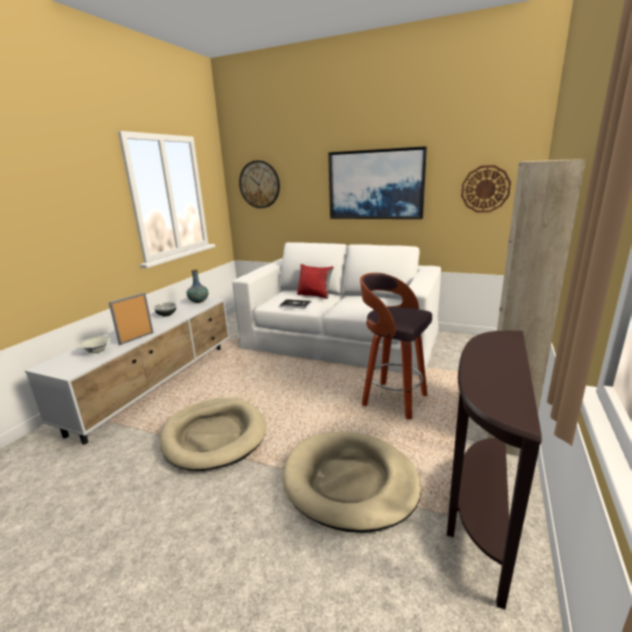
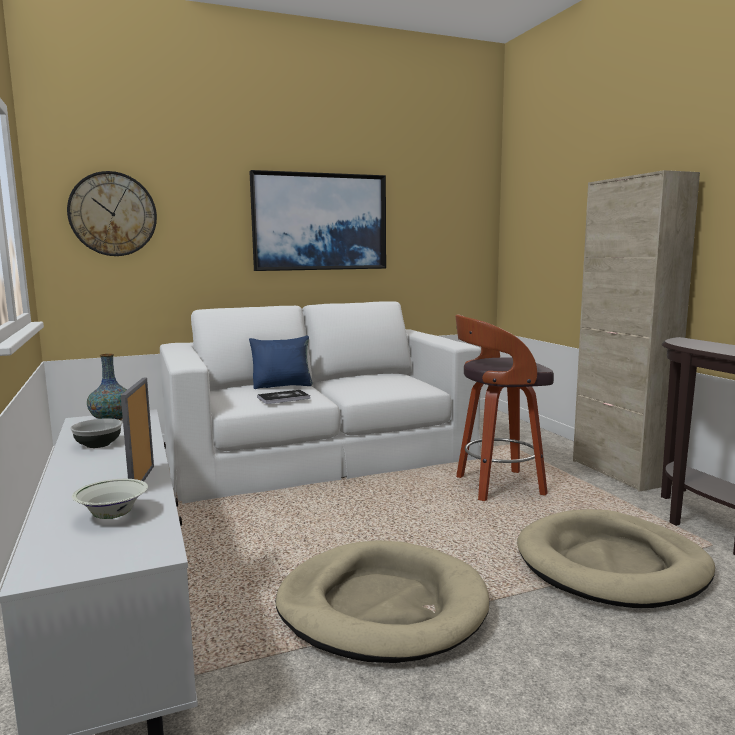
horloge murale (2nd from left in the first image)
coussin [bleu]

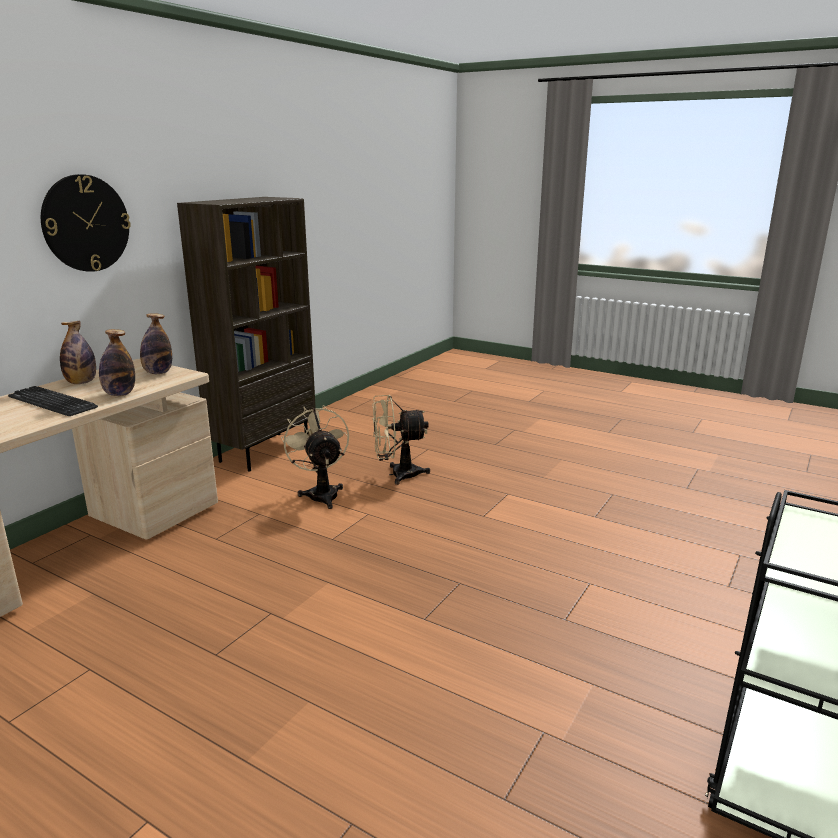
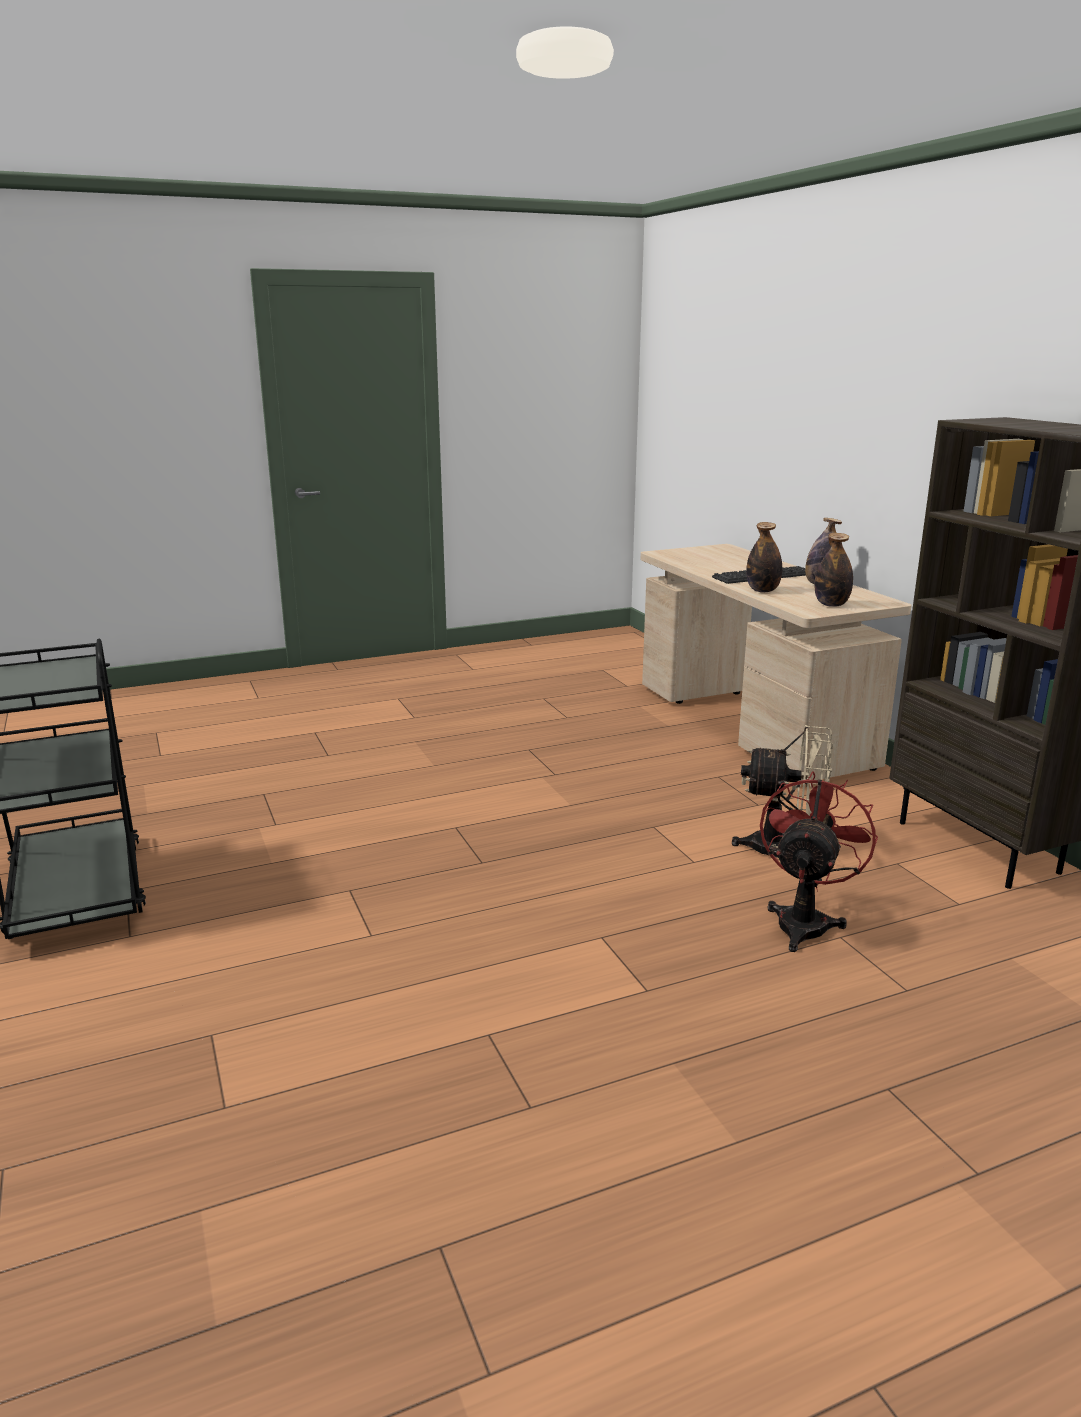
horloge murale
ventilateur [rouge]

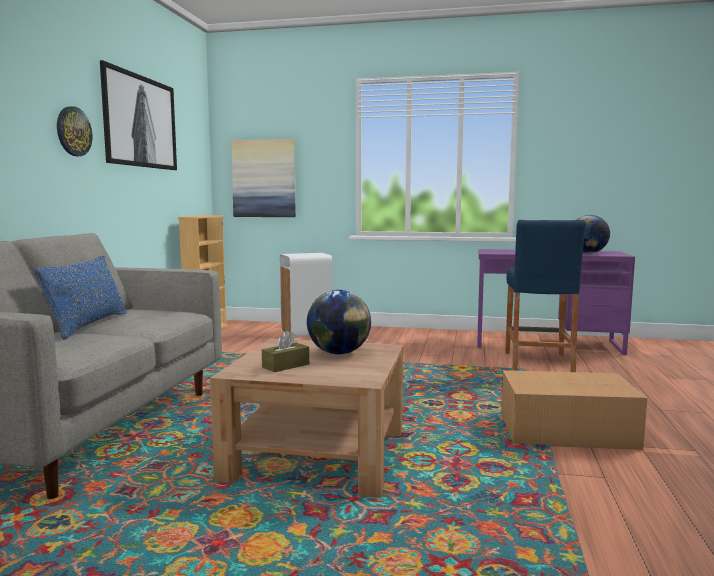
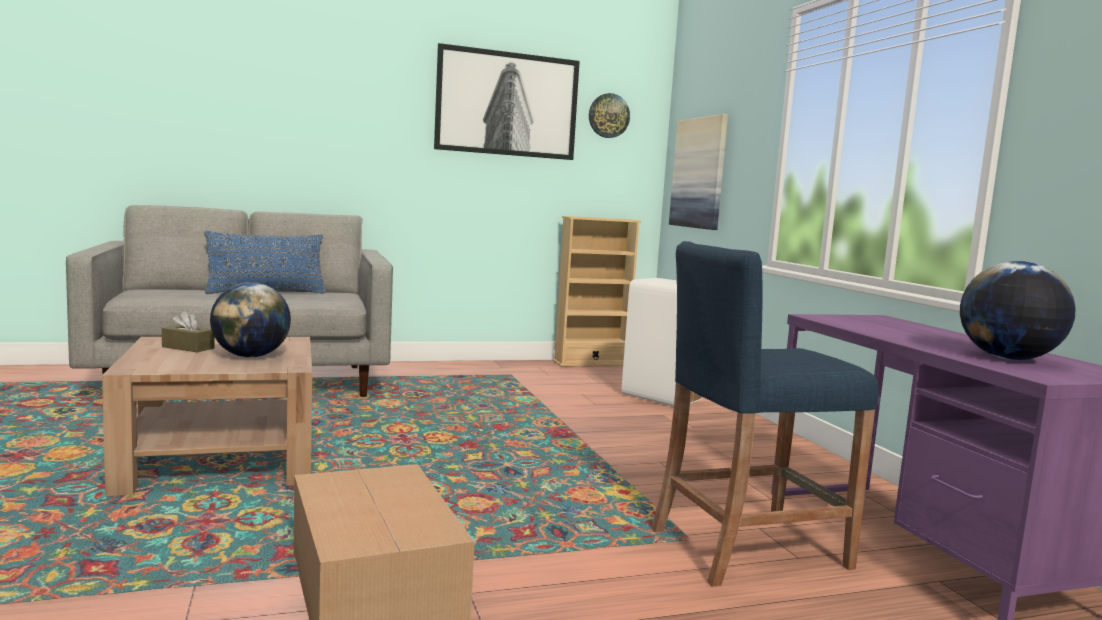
horloge murale

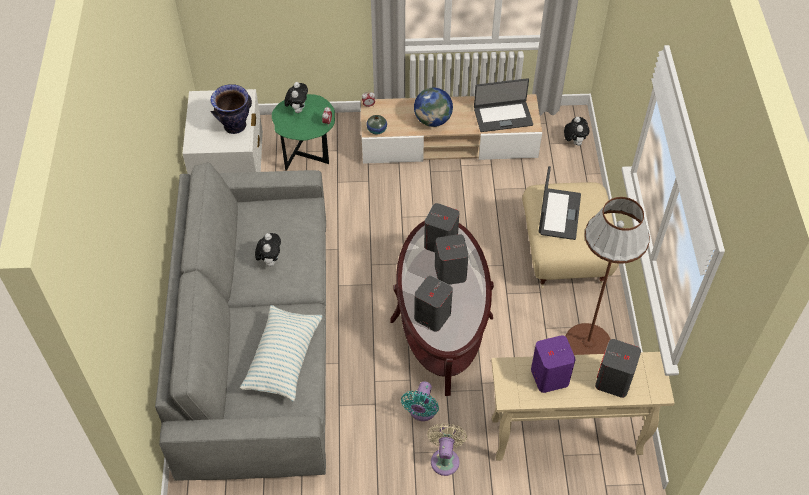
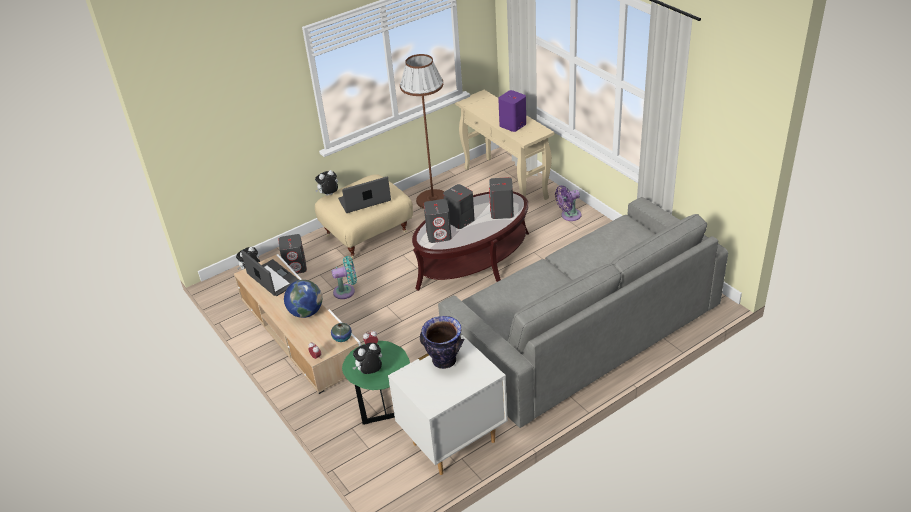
peluche (2nd from left)
coussin
enceinte [gris] (1st from left)
ventilateur [turquoise]
ventilateur [violet]

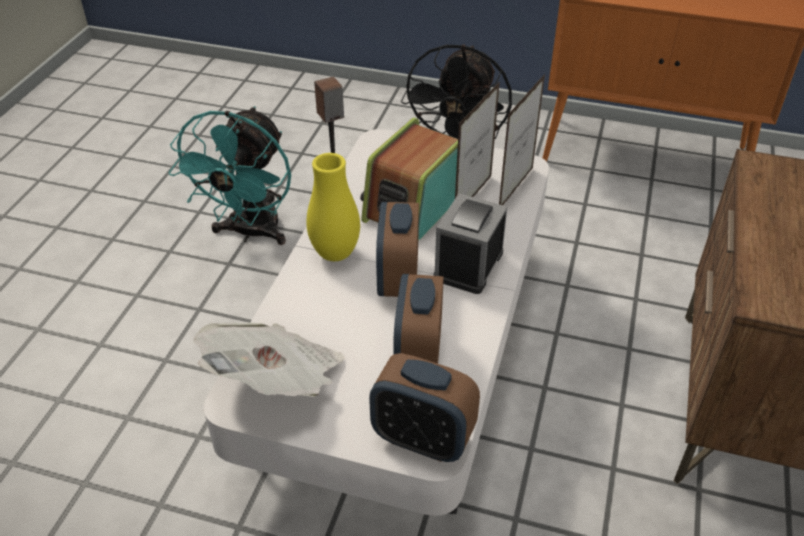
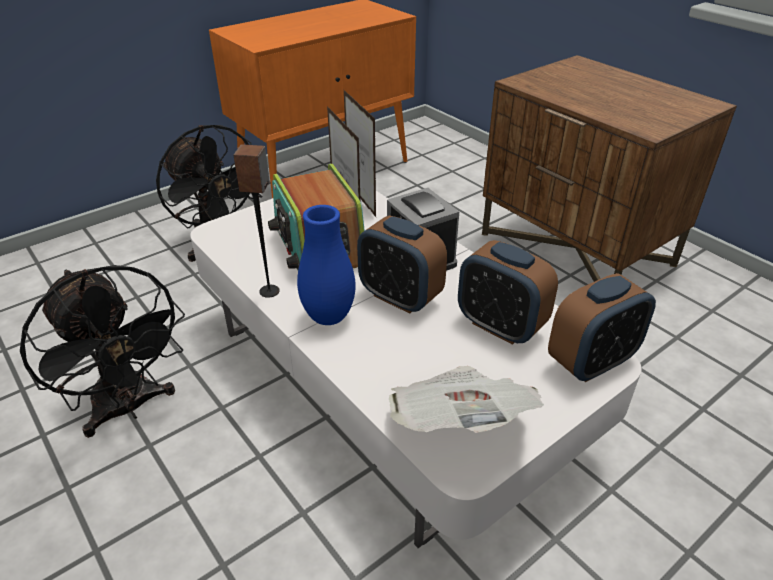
ventilateur [noir] (1st from left)
vase [bleu]

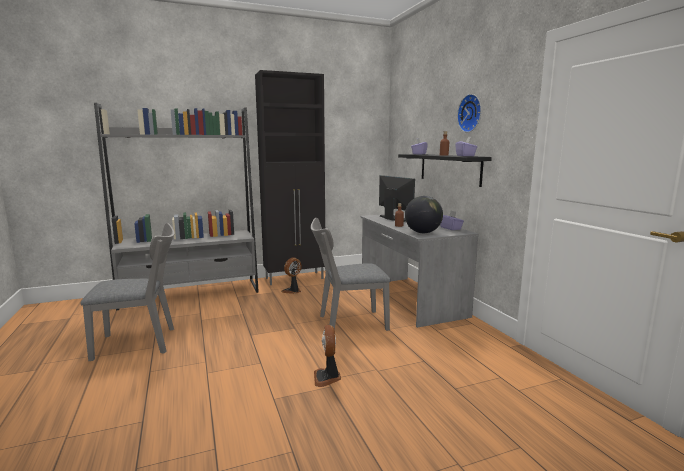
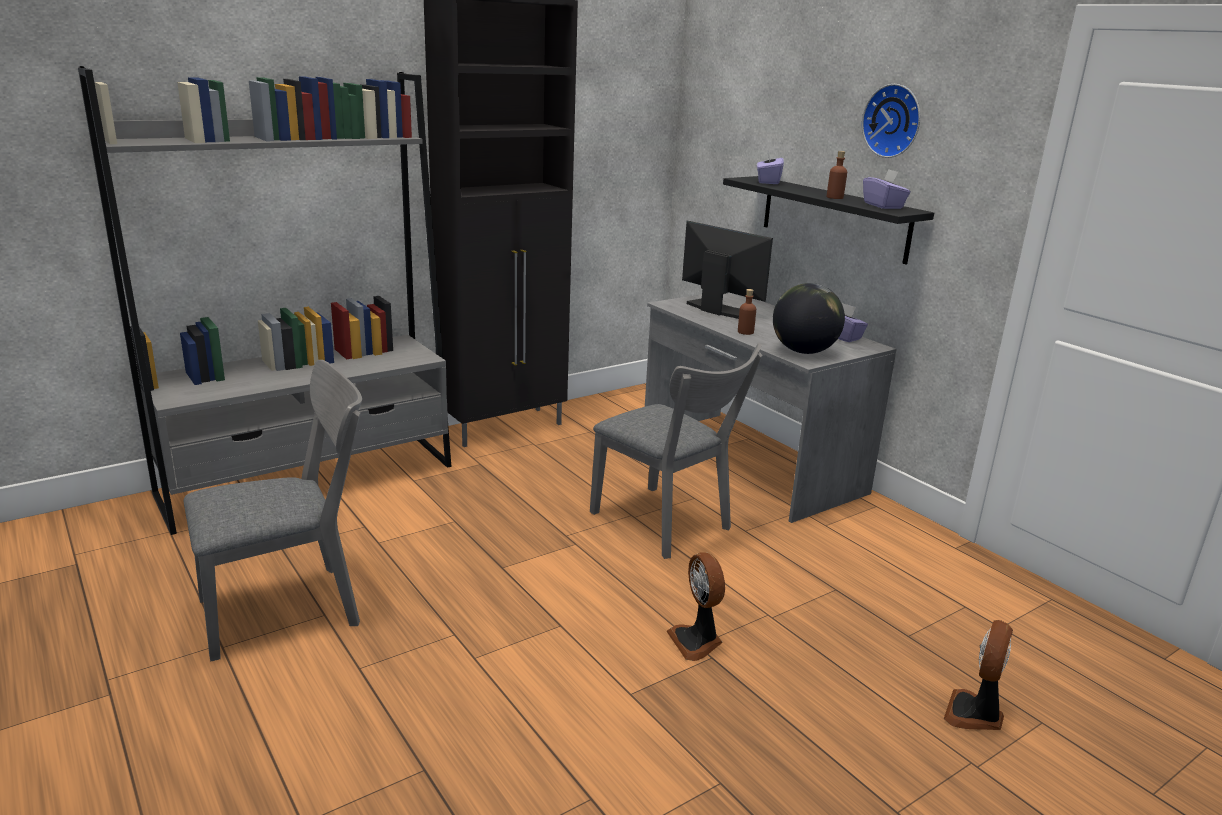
chaise [gris] (2nd from left)
ventilateur (2nd from left)

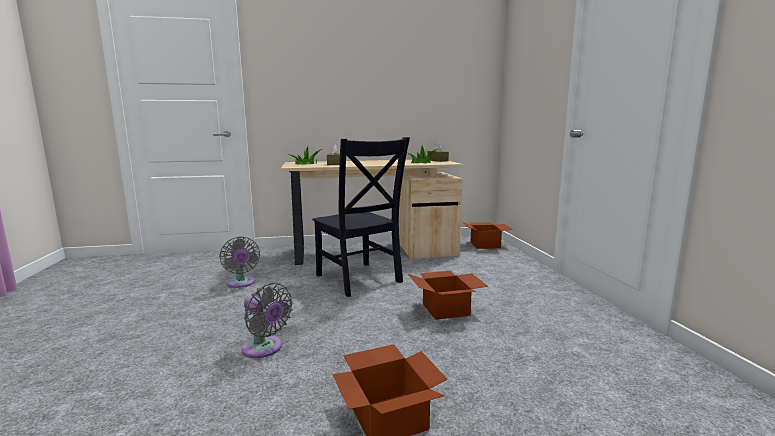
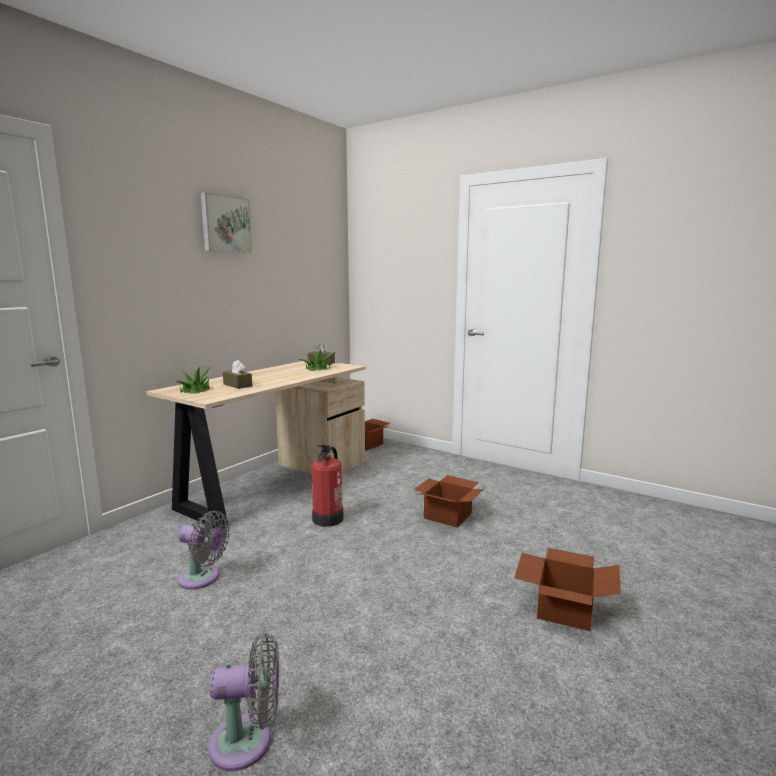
extincteur
ventilateur [gris] (2nd from left)
tableau

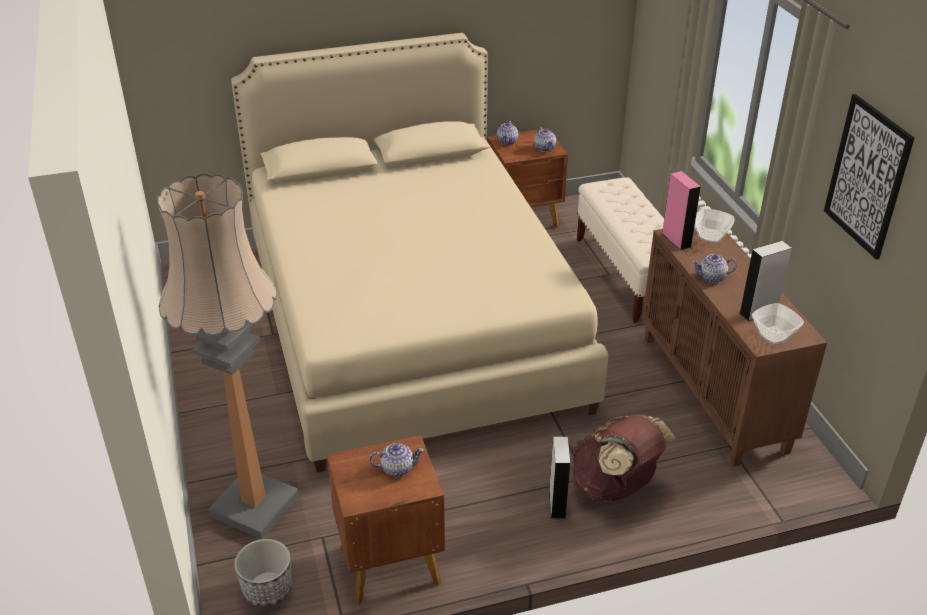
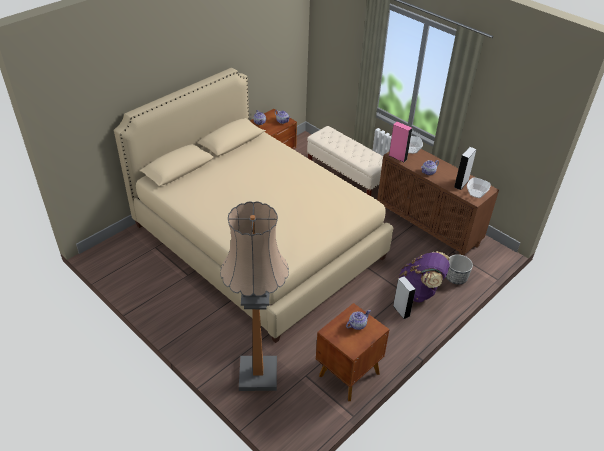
tableau
sac à dos [violet]
cache-pot

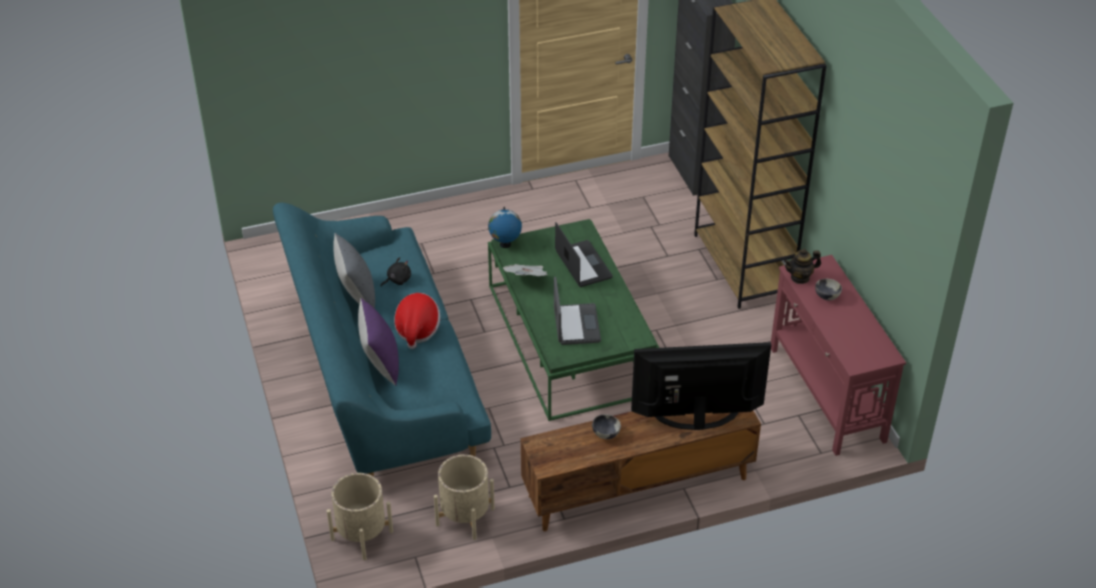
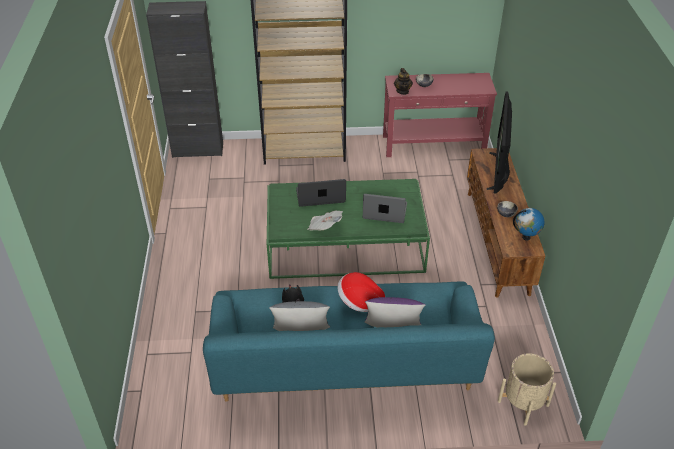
globe
cache-pot [beige] (2nd from left in the first image)

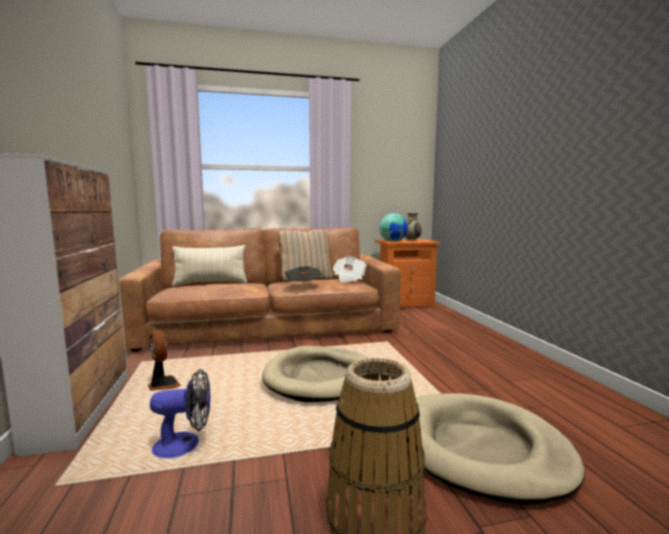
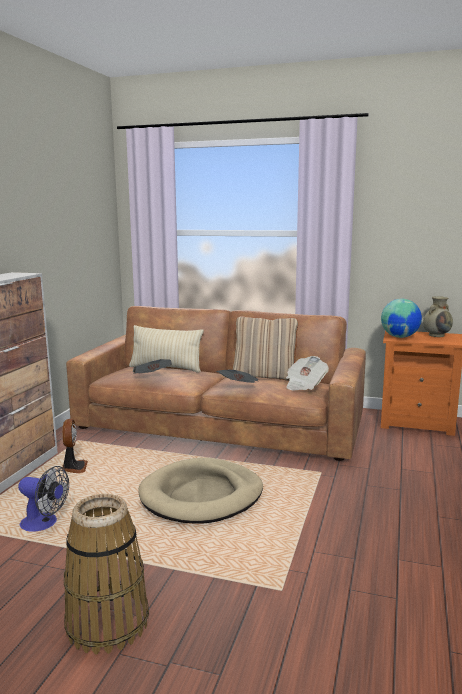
panier pour chien [beige] (2nd from left in the first image)
journal (1st from left)

